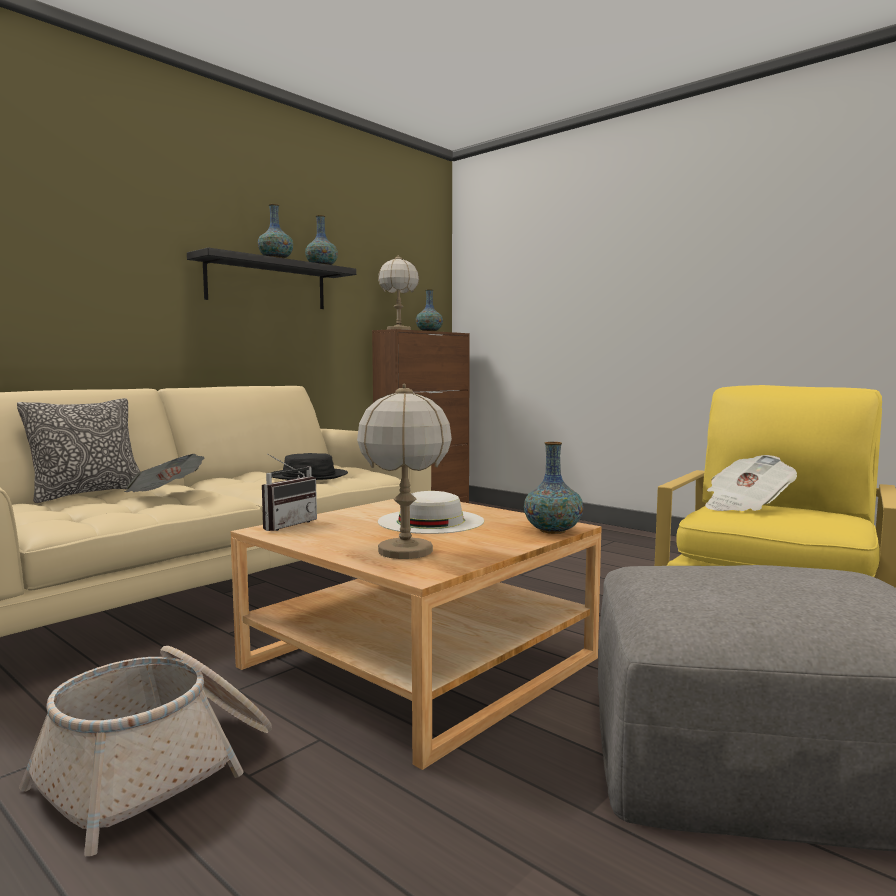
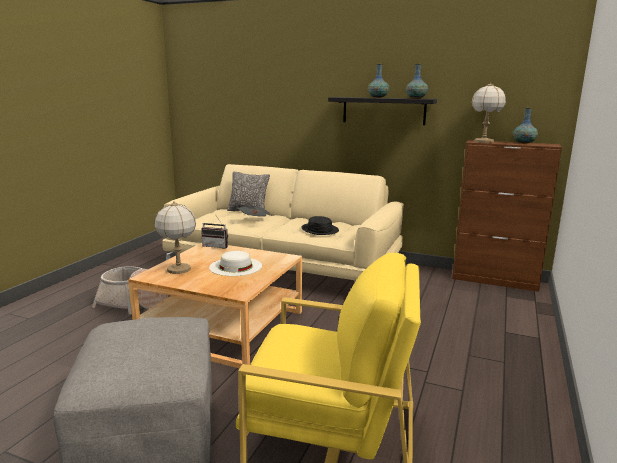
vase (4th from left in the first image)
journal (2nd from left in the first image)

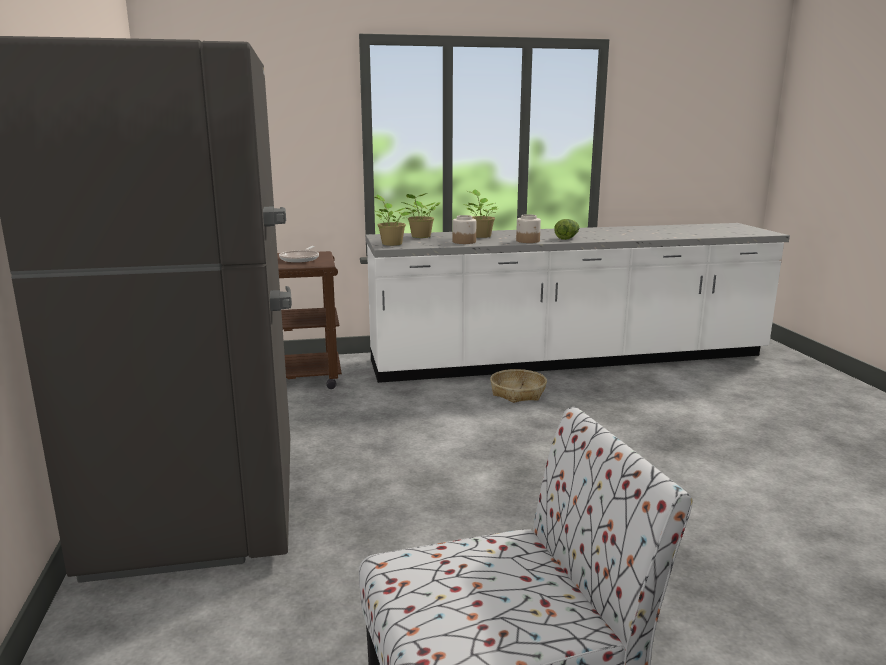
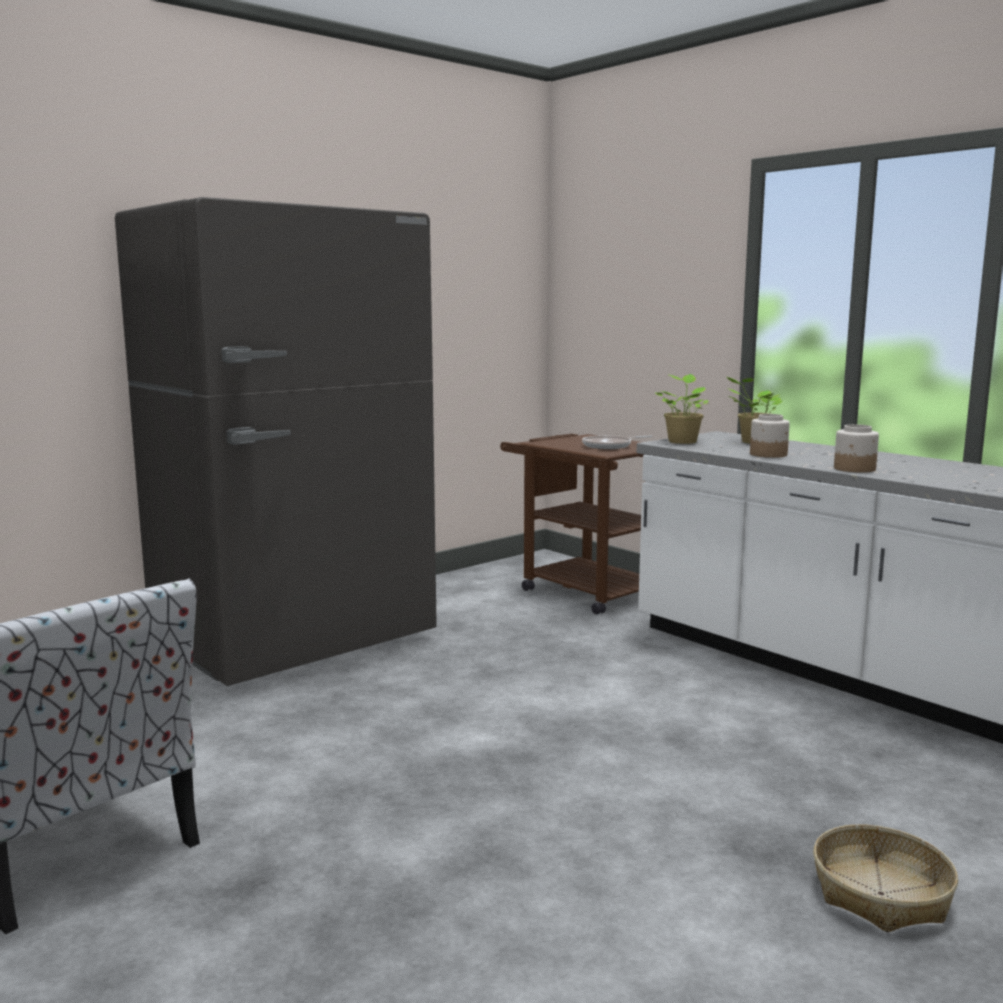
plante en pot (3rd from left in the first image)
laitue
panier

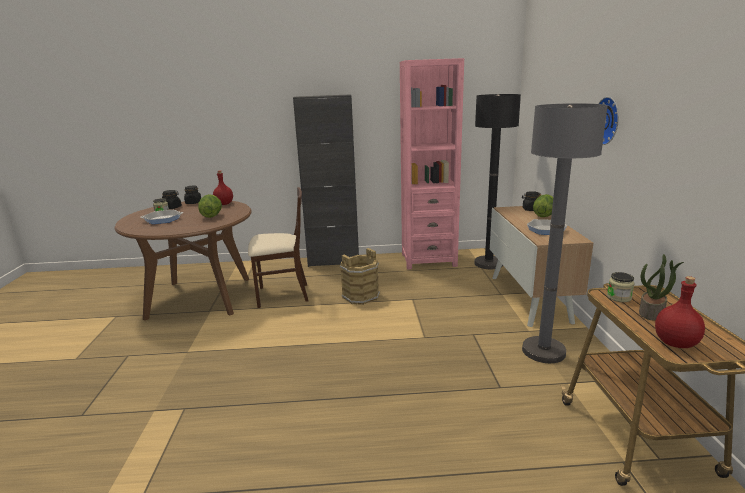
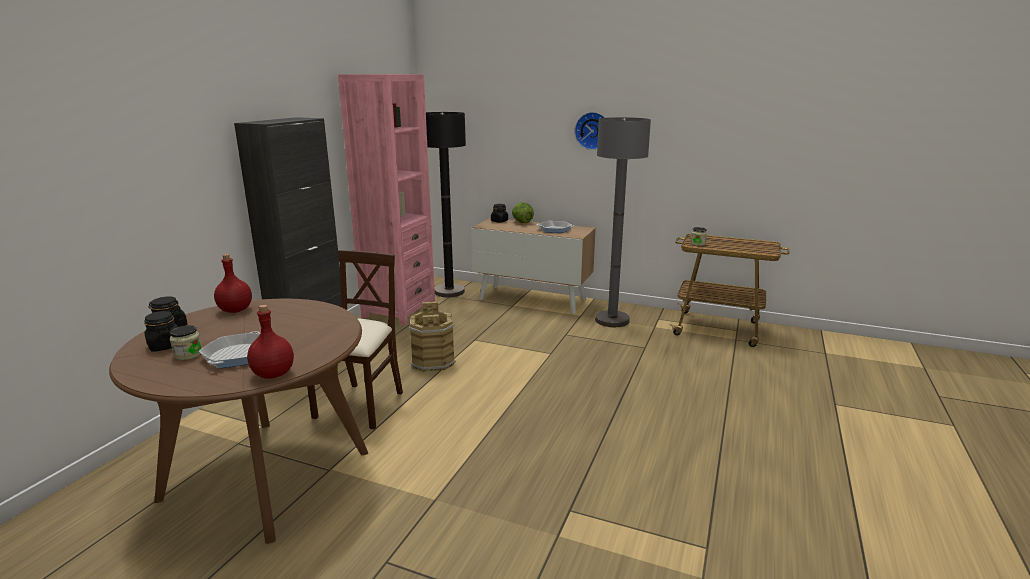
laitue (1st from left in the first image)
plante en pot
bouteille [rouge] (2nd from left)

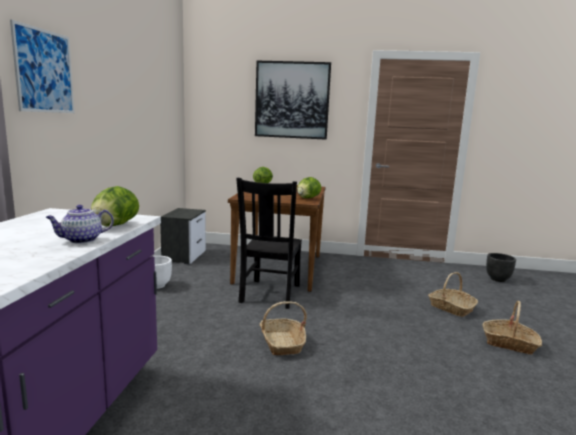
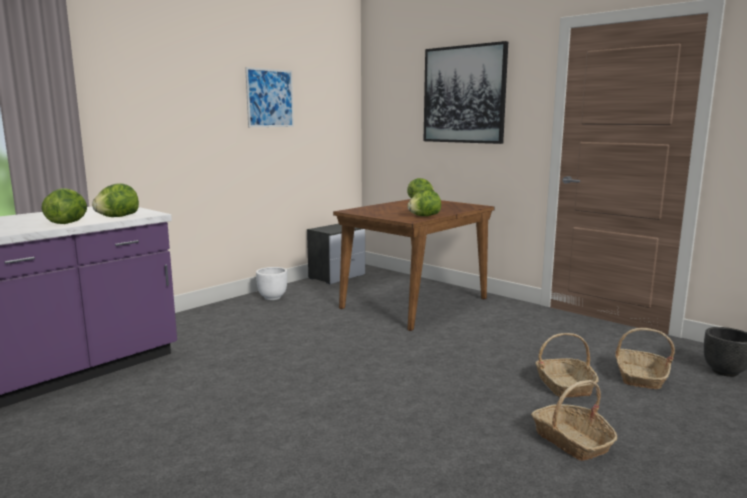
tableau (1st from left)
chaise [noir]
laitue (1st from left)
panier (3rd from left)

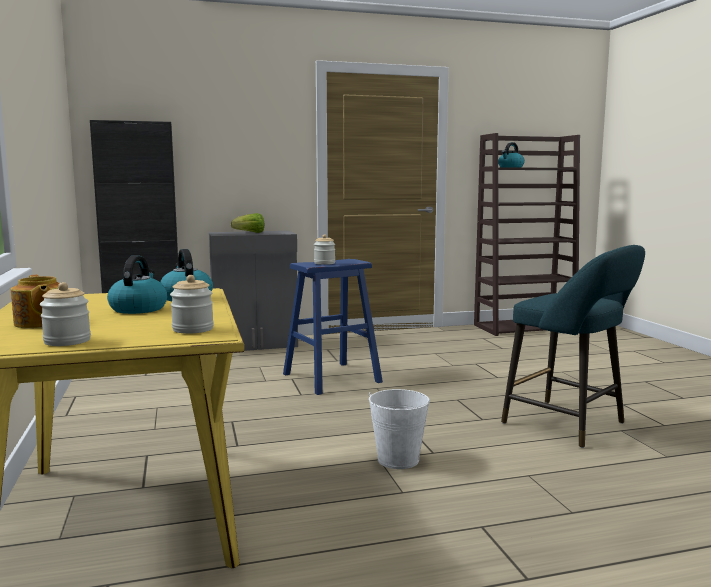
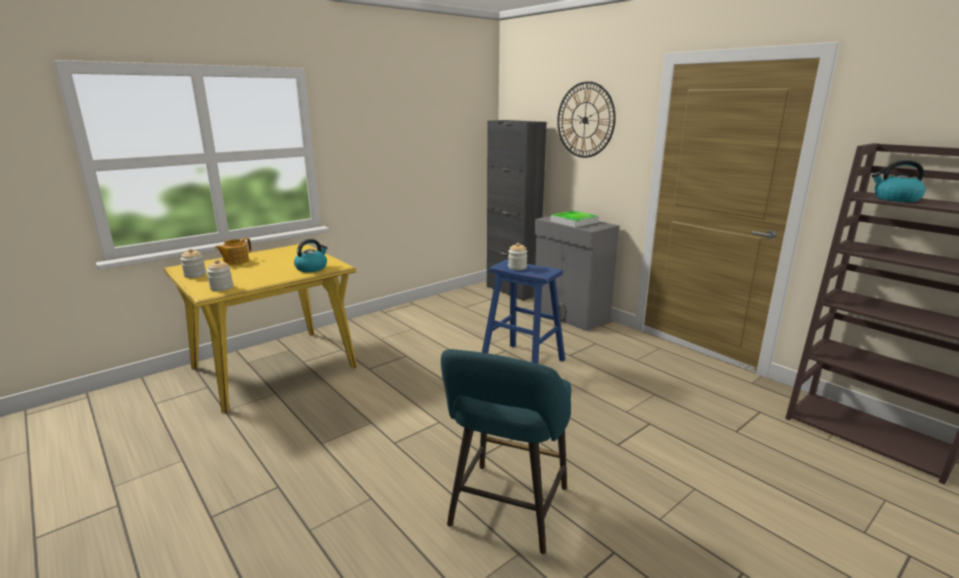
plateau
bouilloire (1st from left in the first image)
seau [blanc]
horloge murale

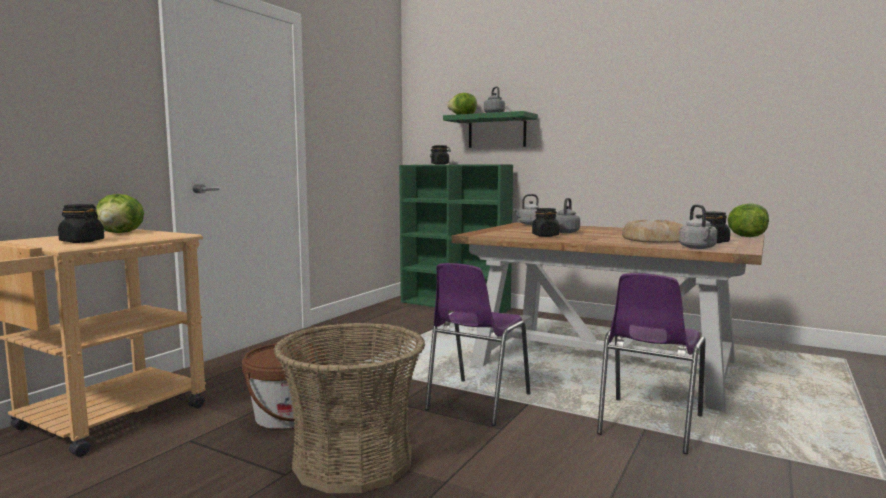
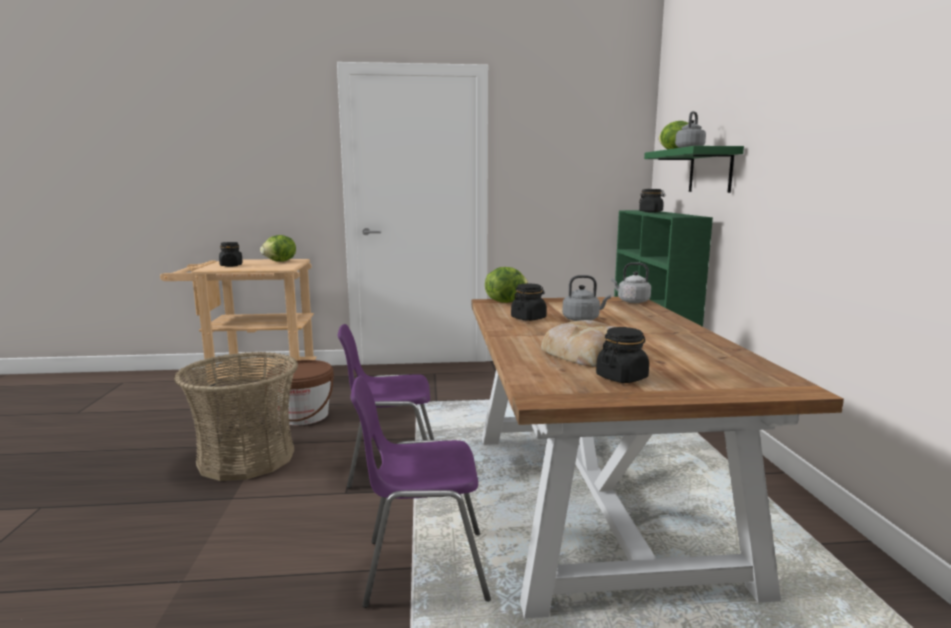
laitue (2nd from left)
bouilloire [gris] (4th from left in the first image)

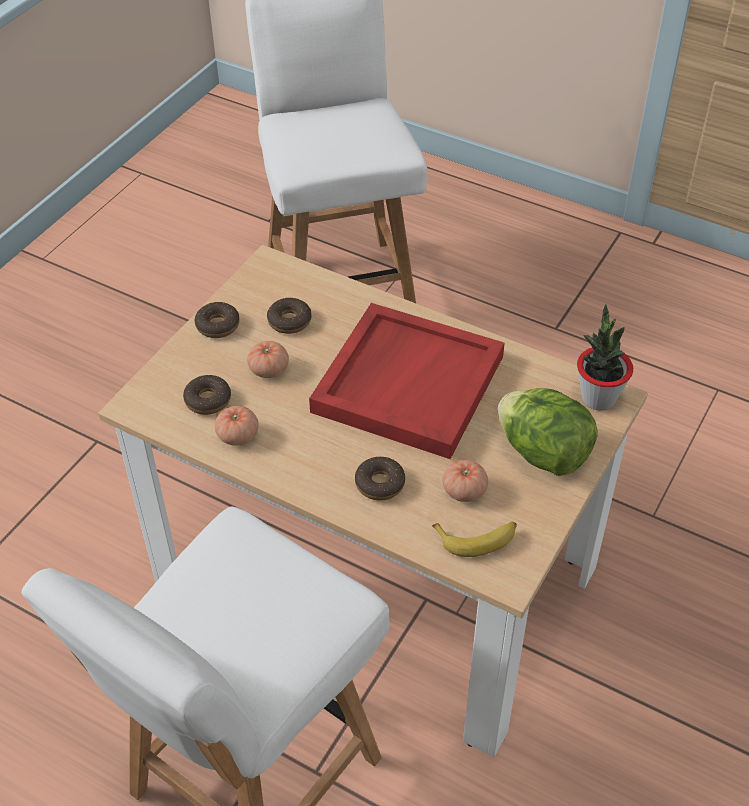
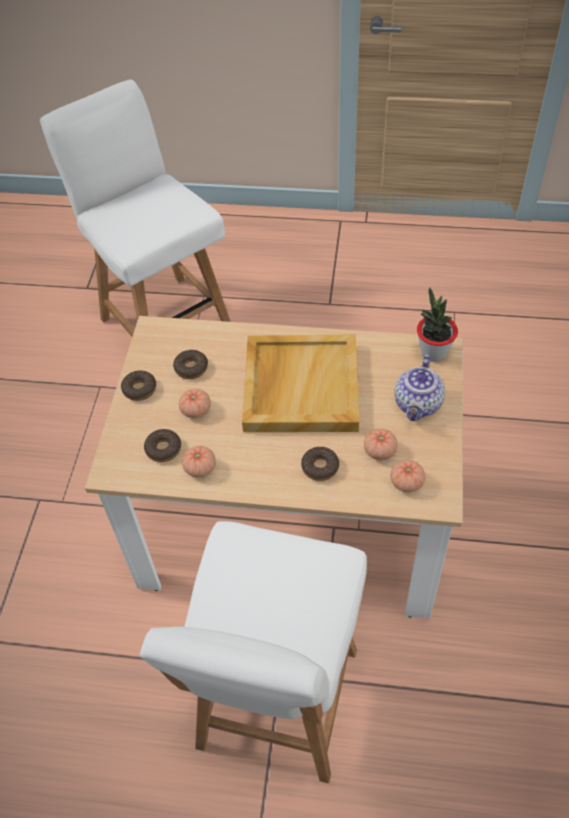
plateau [beige]
théière
tomate (4th from left)

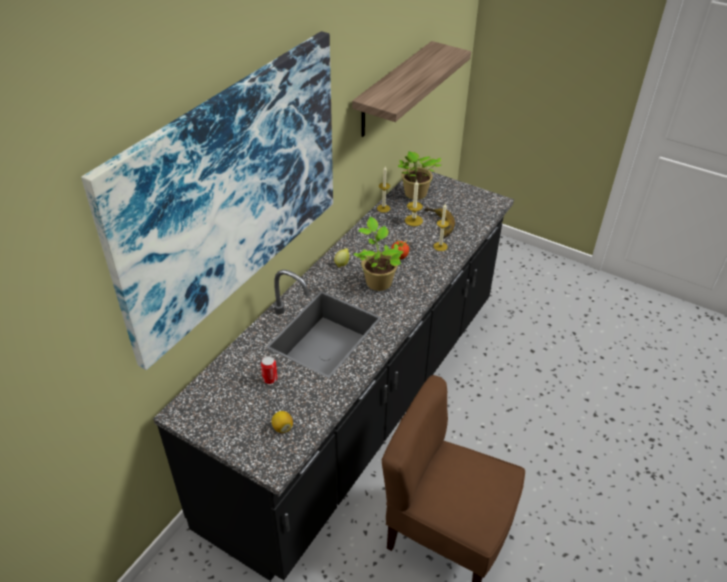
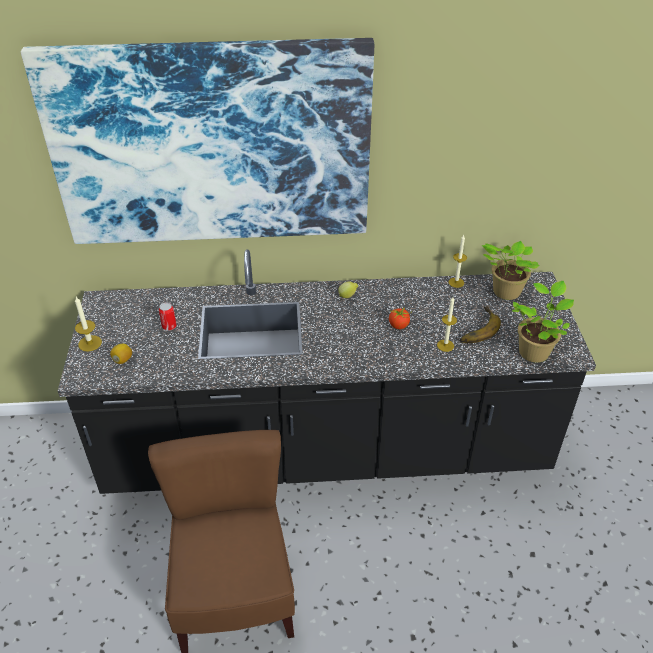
étagère
bougie (1st from left)
plante en pot (2nd from left)

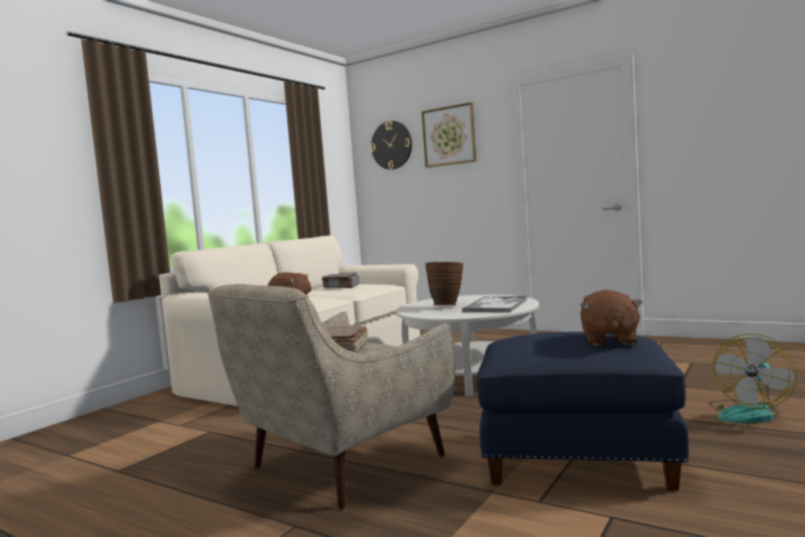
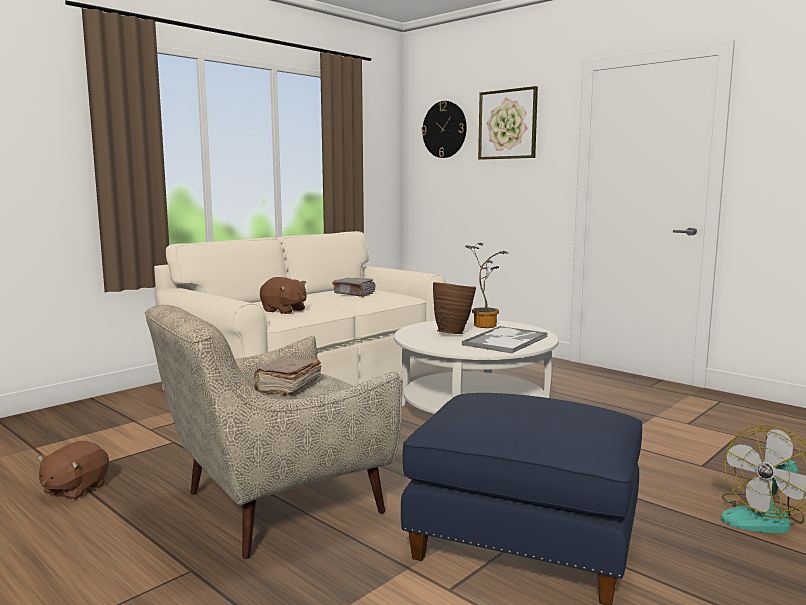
peluche [marron] (1st from left)
plante en pot

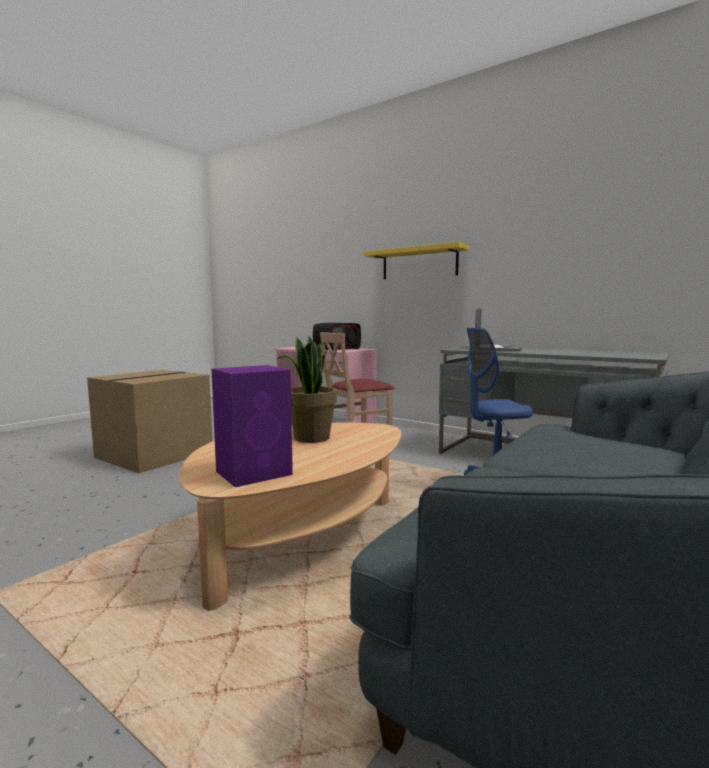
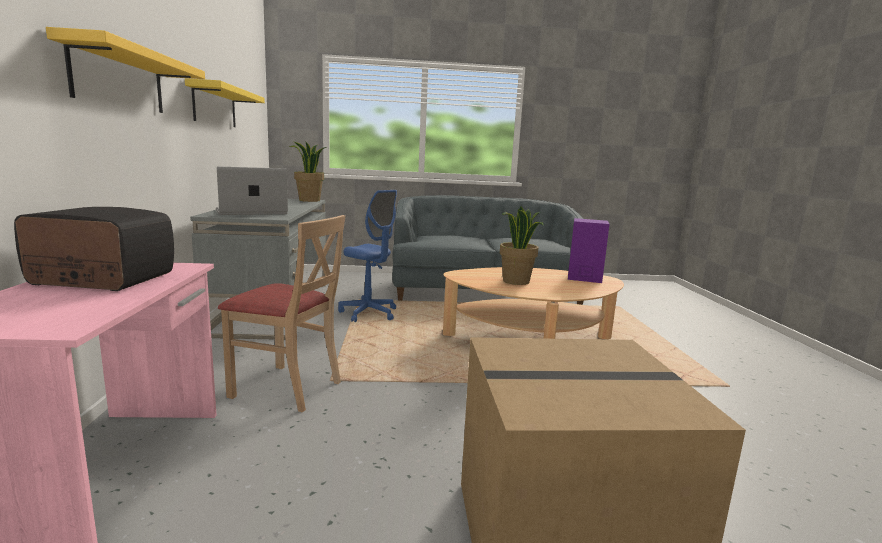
étagère [jaune] (2nd from left)
plante en pot (1st from left)

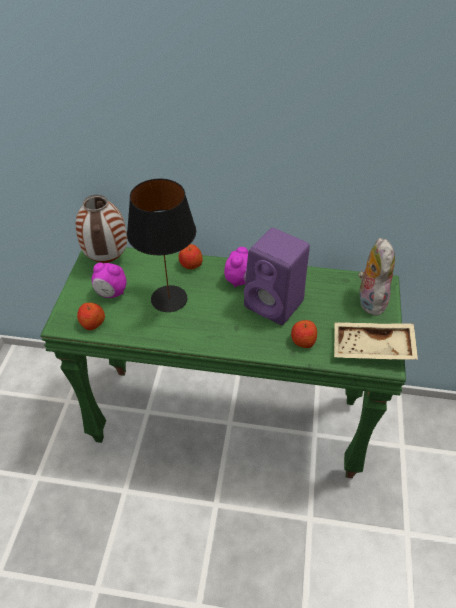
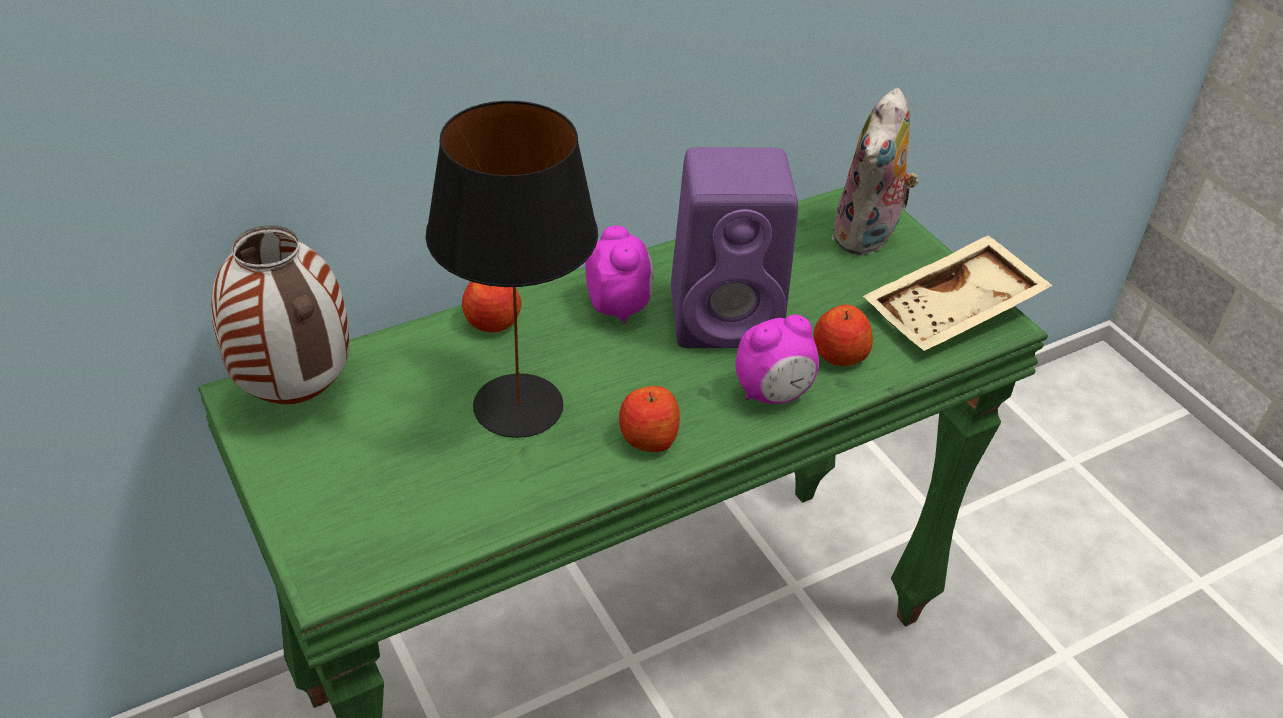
peluche
réveil (2nd from left)
pomme (2nd from left)

